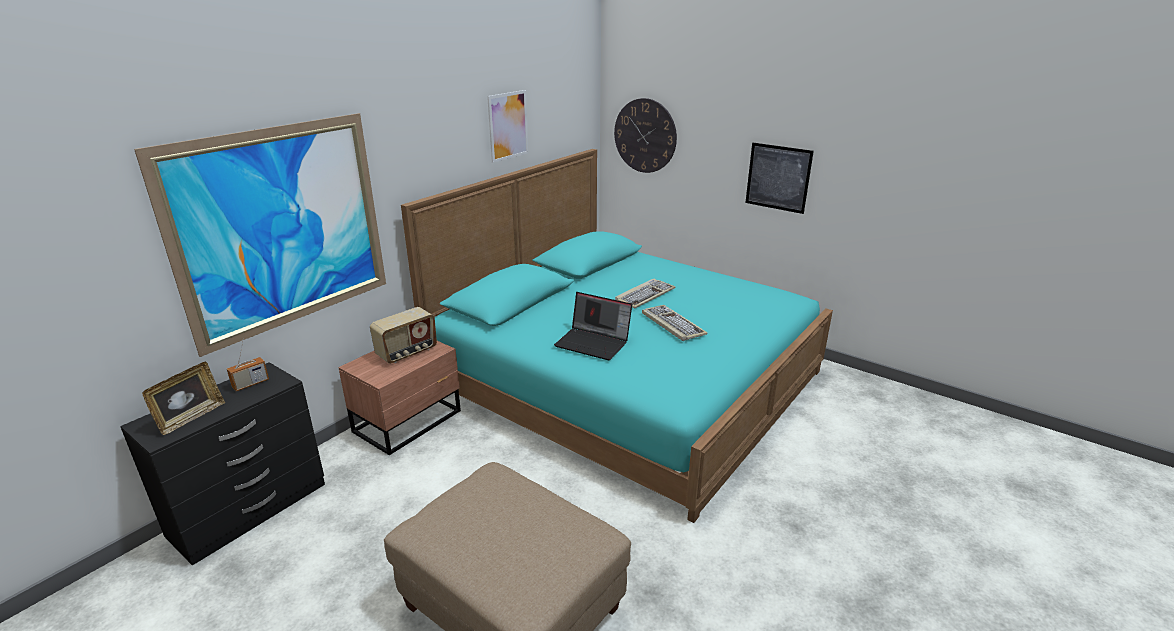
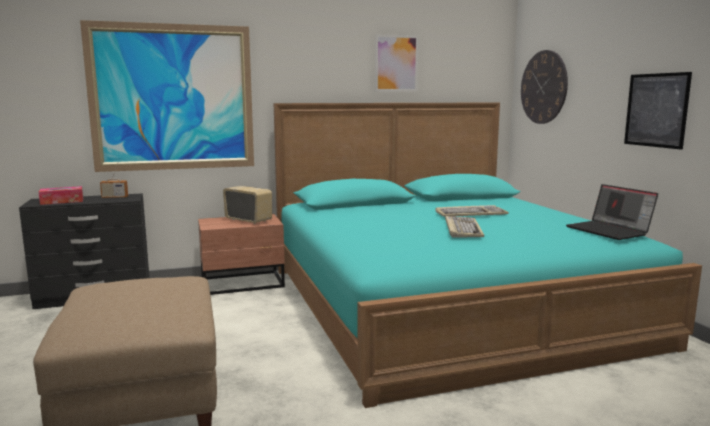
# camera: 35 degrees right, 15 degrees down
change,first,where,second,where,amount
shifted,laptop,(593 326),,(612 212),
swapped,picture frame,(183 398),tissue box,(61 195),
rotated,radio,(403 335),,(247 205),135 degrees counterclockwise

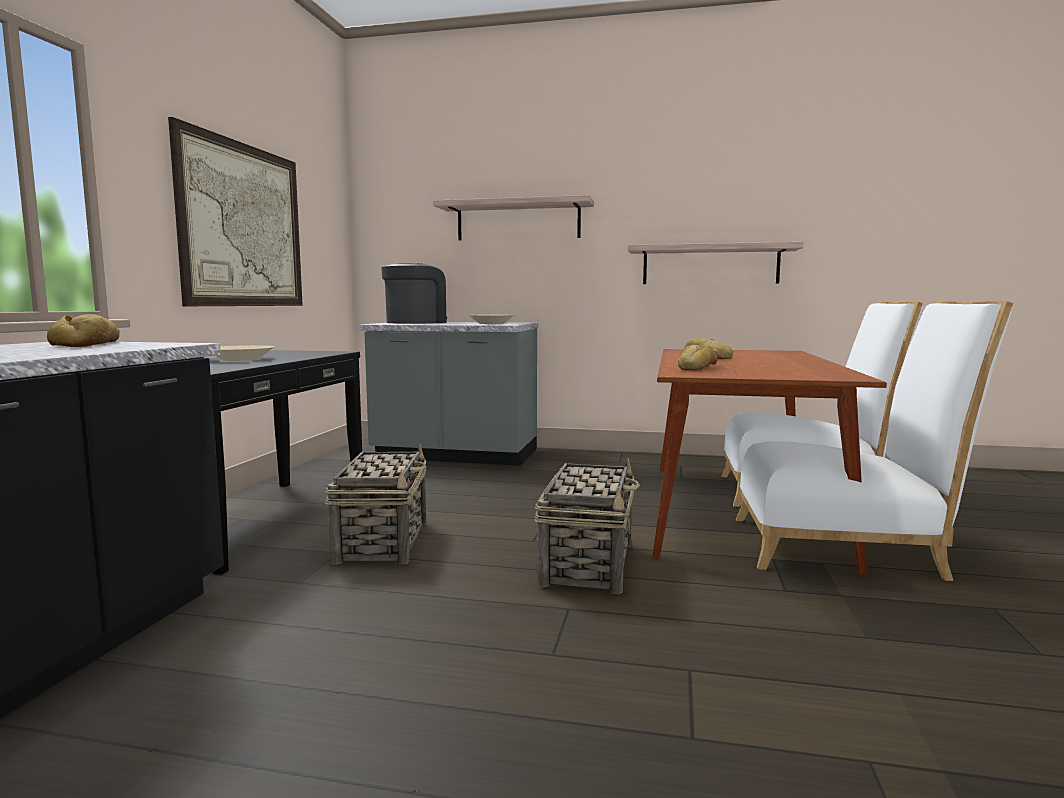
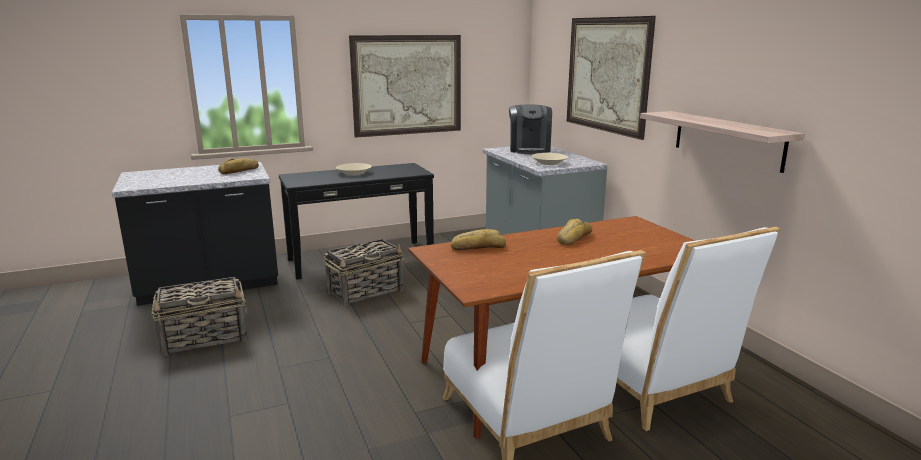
# camera: 55 degrees right, 10 degrees up
change,first,where,second,where,amount
shifted,basket,(587 526),,(200 316),
swapped,shelf,(513 217),picture,(611 78),
rotated,coffee machine,(414 293),,(530 129),90 degrees clockwise

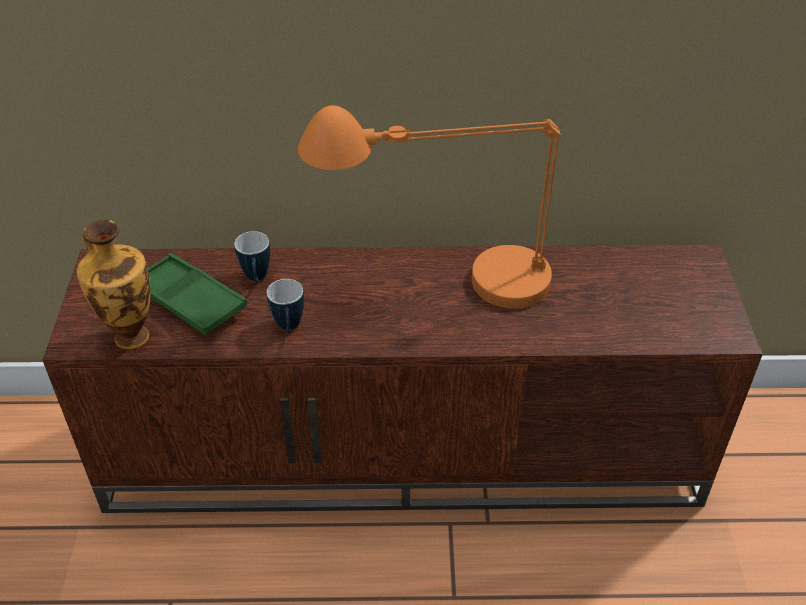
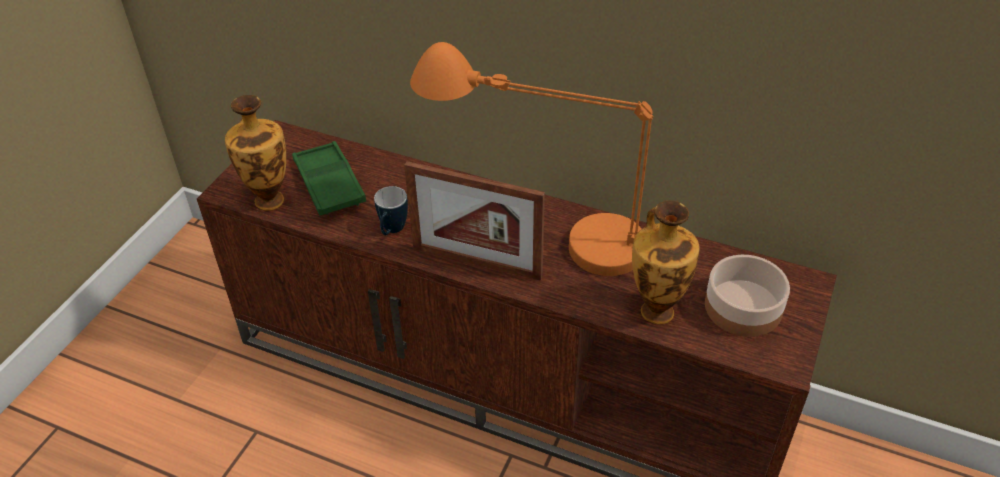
# camera: 25 degrees right, 0 degrees up
change,first,where,second,where,amount
gone,mug,(252 257),,,
new,,,picture frame,(474 221),
new,,,vase,(666 263),
new,,,bowl,(747 296),

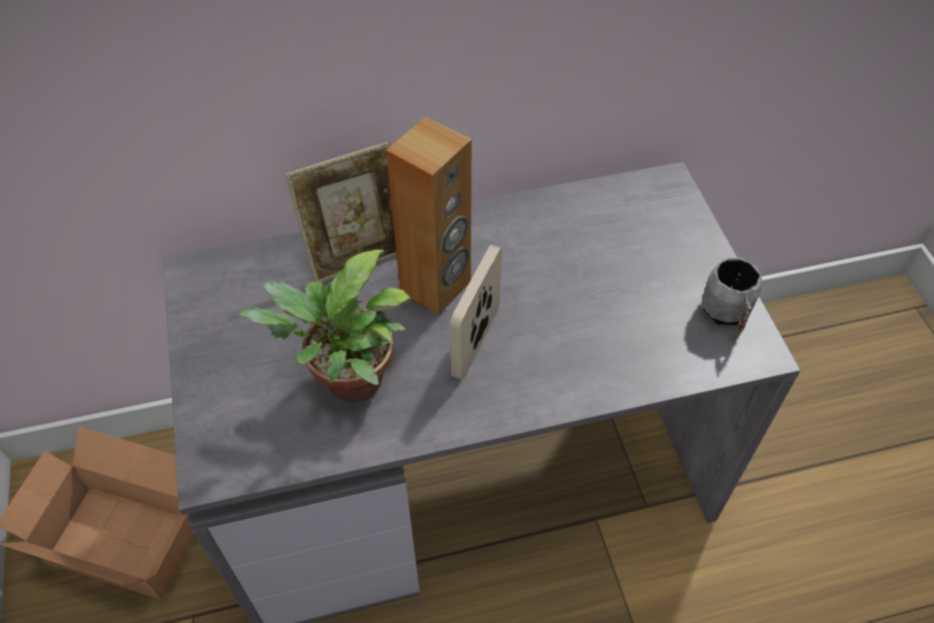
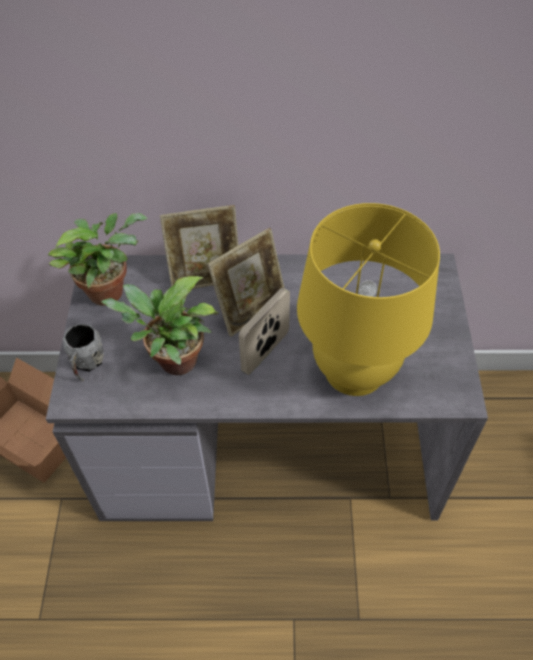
# camera: 15 degrees right, 0 degrees up
change,first,where,second,where,amount
new,,,potted plant,(98 259),
new,,,table lamp (yellow),(368 299),
shifted,mug (grey),(732 298),,(83 352),
swapped,speaker (brown),(429 216),picture frame,(245 282),

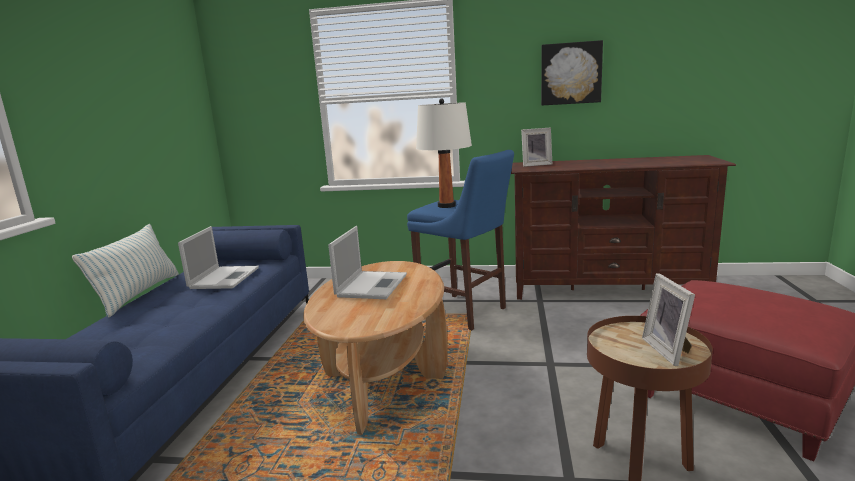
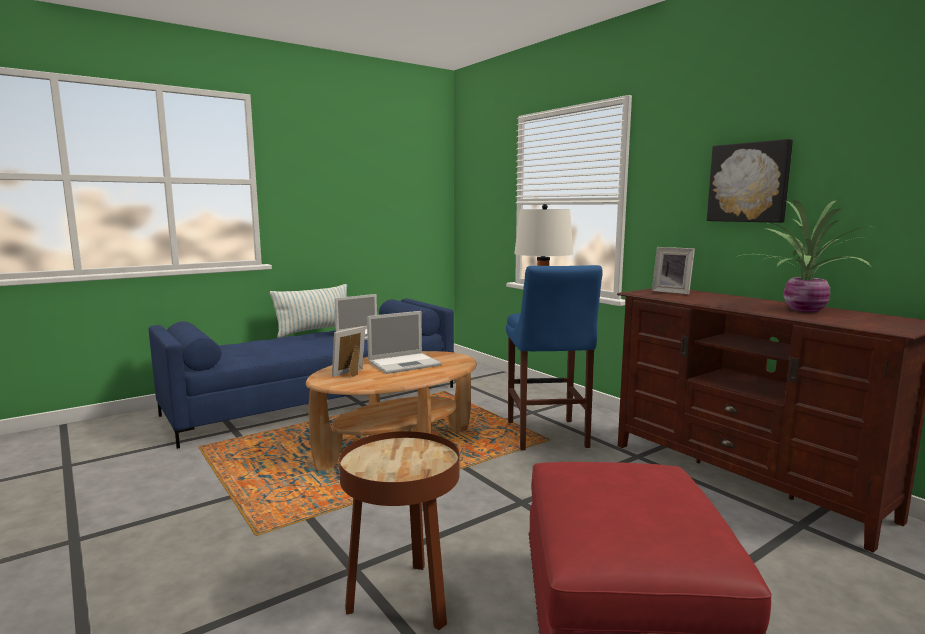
# camera: 45 degrees right, 5 degrees down
change,first,where,second,where,amount
new,,,potted plant,(805 256),
shifted,picture frame,(668 319),,(348 351),

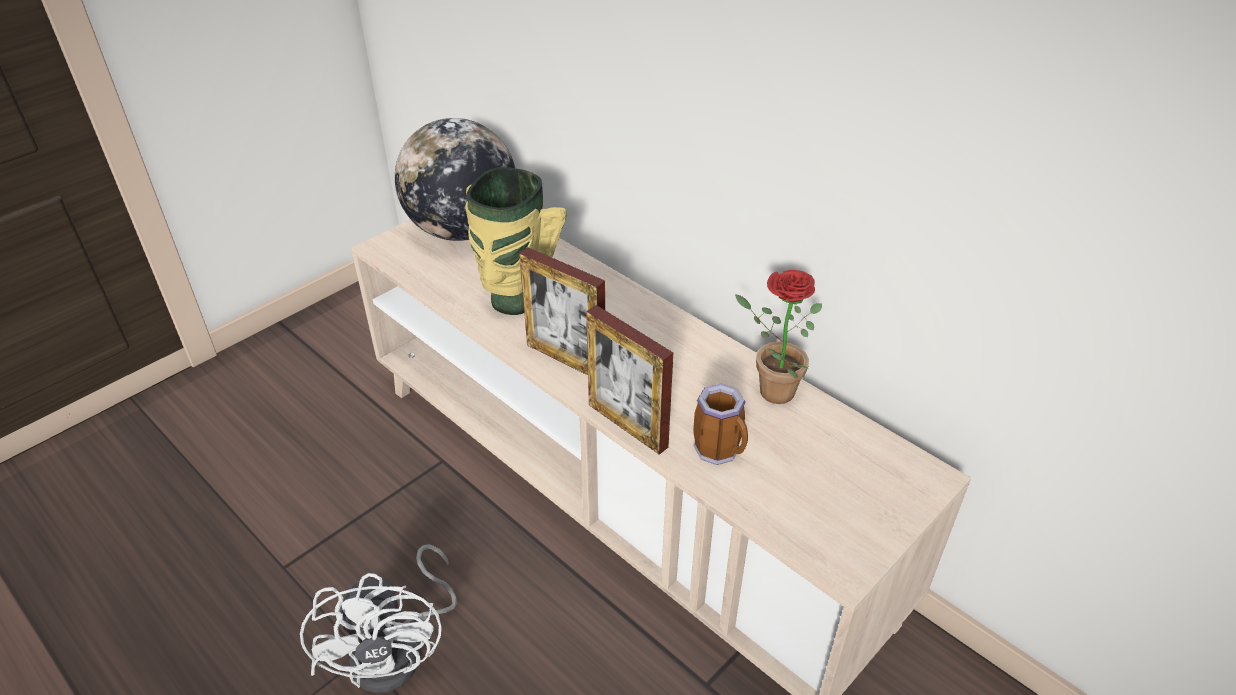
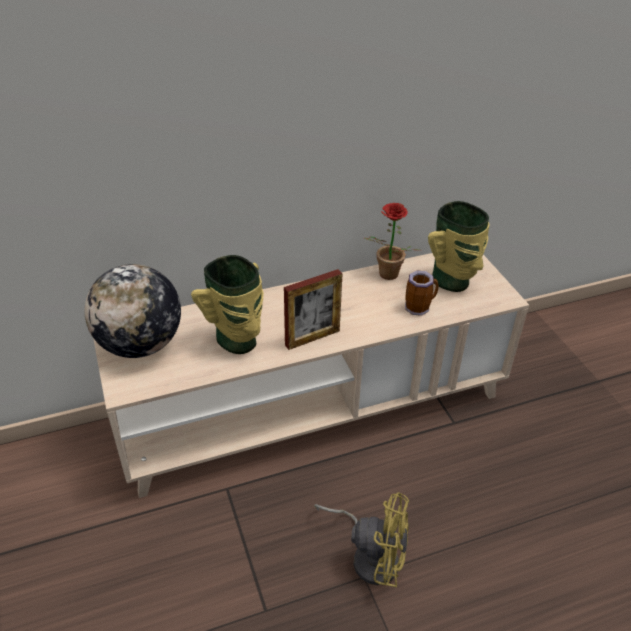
# camera: 65 degrees left, 0 degrees up
change,first,where,second,where,amount
gone,picture frame,(629 380),,,
new,,,vase,(458 246),
repainted,fan (white),(378 618),fan (yellow),(361 539),

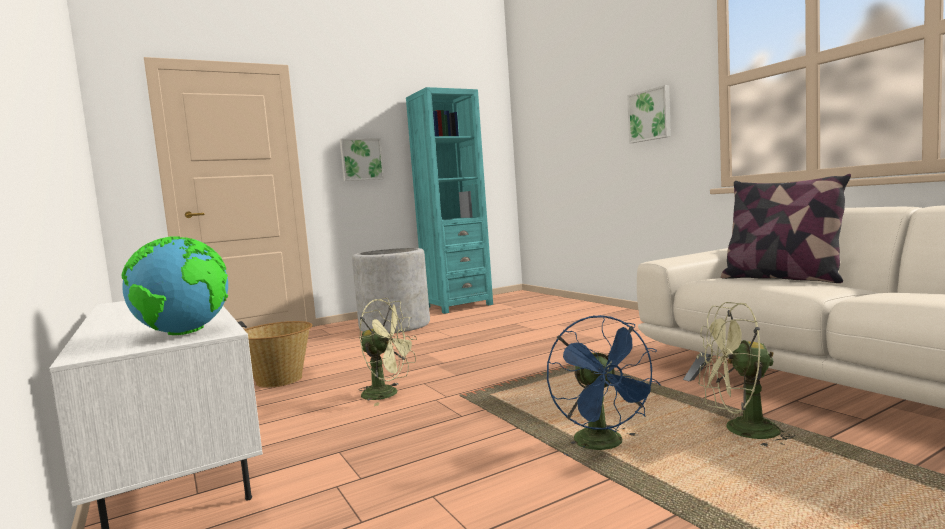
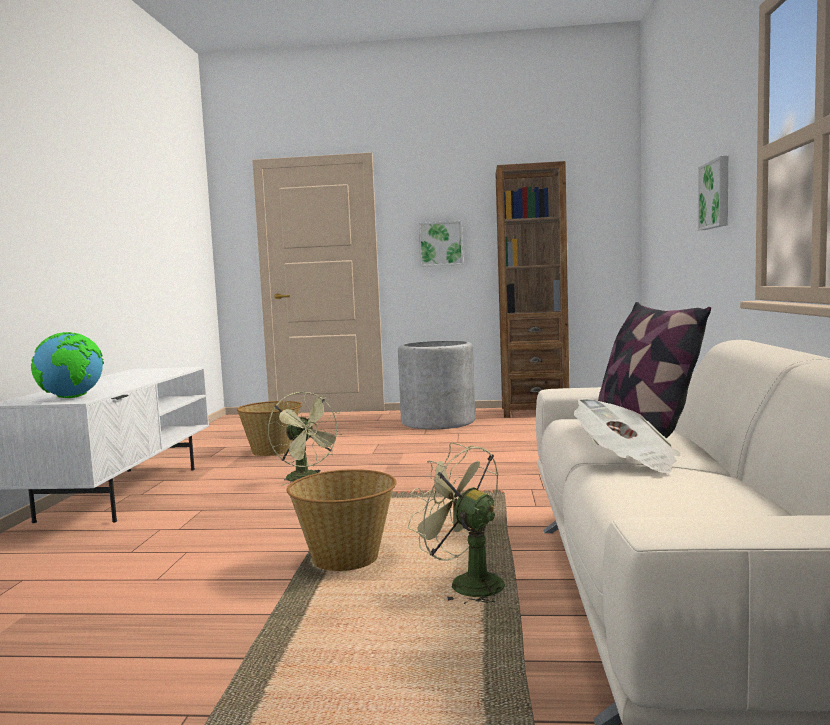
# camera: 35 degrees right, 0 degrees up
change,first,where,second,where,amount
new,,,newspaper,(627 436),
swapped,fan (blue),(604 385),basket,(342 520),
repainted,bookcase (turquoise),(449 200),bookcase (brown),(532 289),

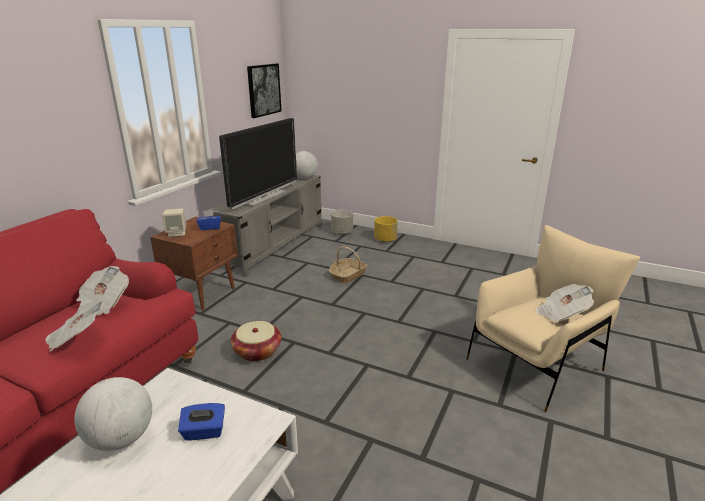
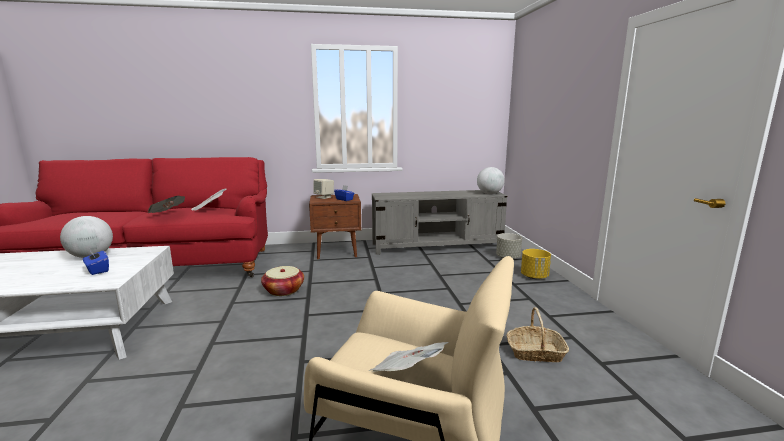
# camera: 55 degrees right, 10 degrees down
change,first,where,second,where,amount
gone,television,(258 163),,,
gone,picture,(264 91),,,
shifted,basket,(348 264),,(537 334),

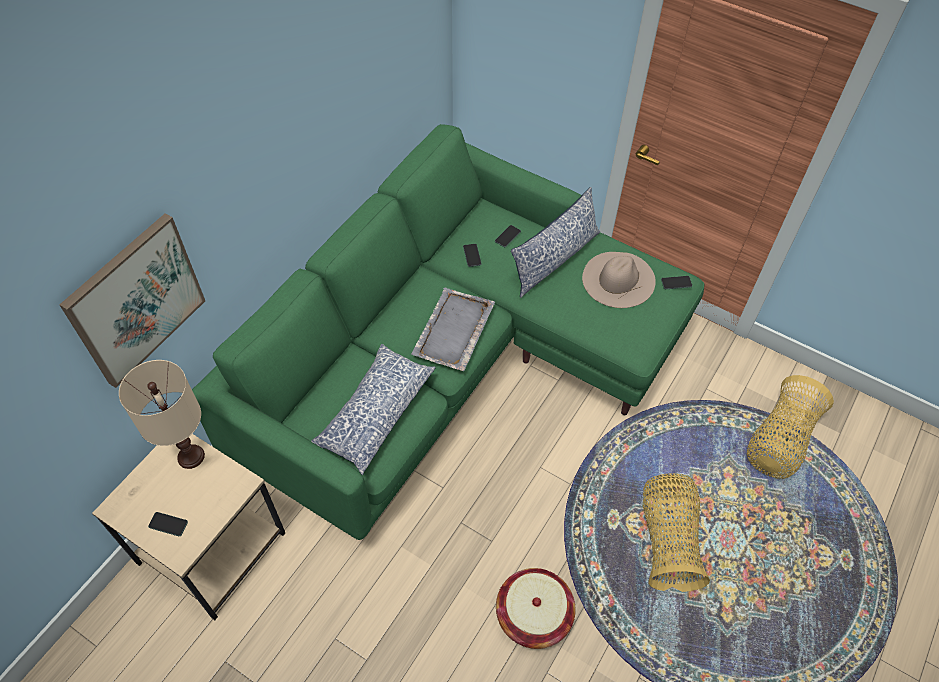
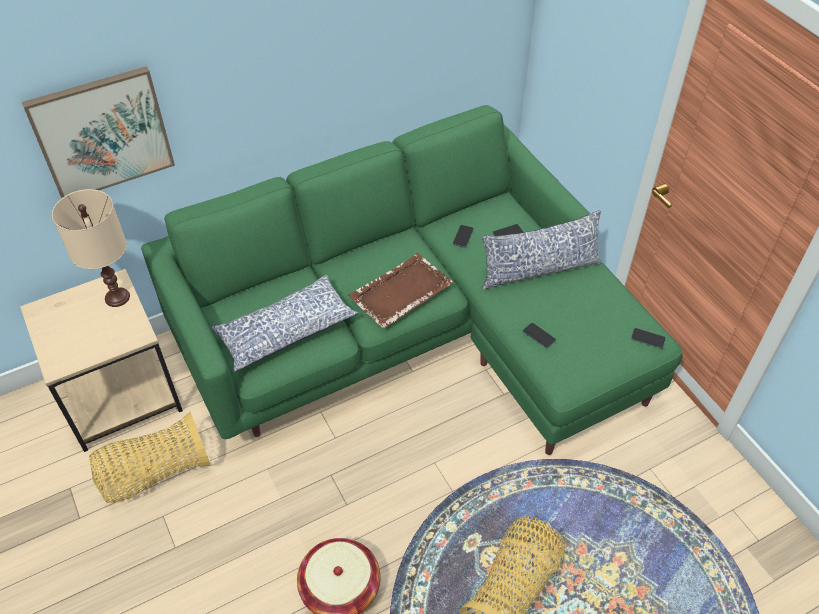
# camera: 30 degrees right, 5 degrees down
change,first,where,second,where,amount
gone,hat (beige),(619 280),,,
shifted,phone,(168 524),,(539 335),
shifted,basket,(790 427),,(150 457),
repainted,tray (grey),(453 329),tray (brown),(401 290),

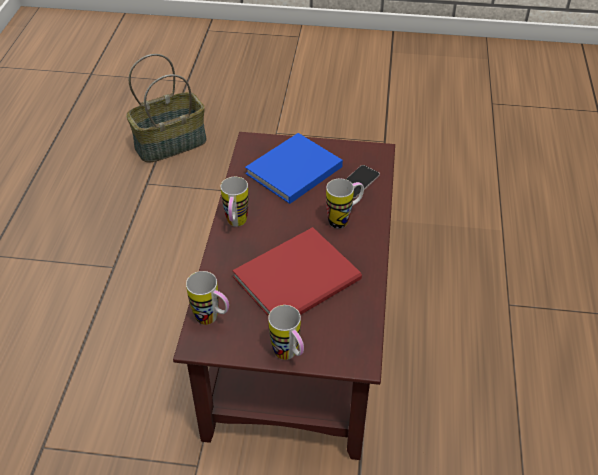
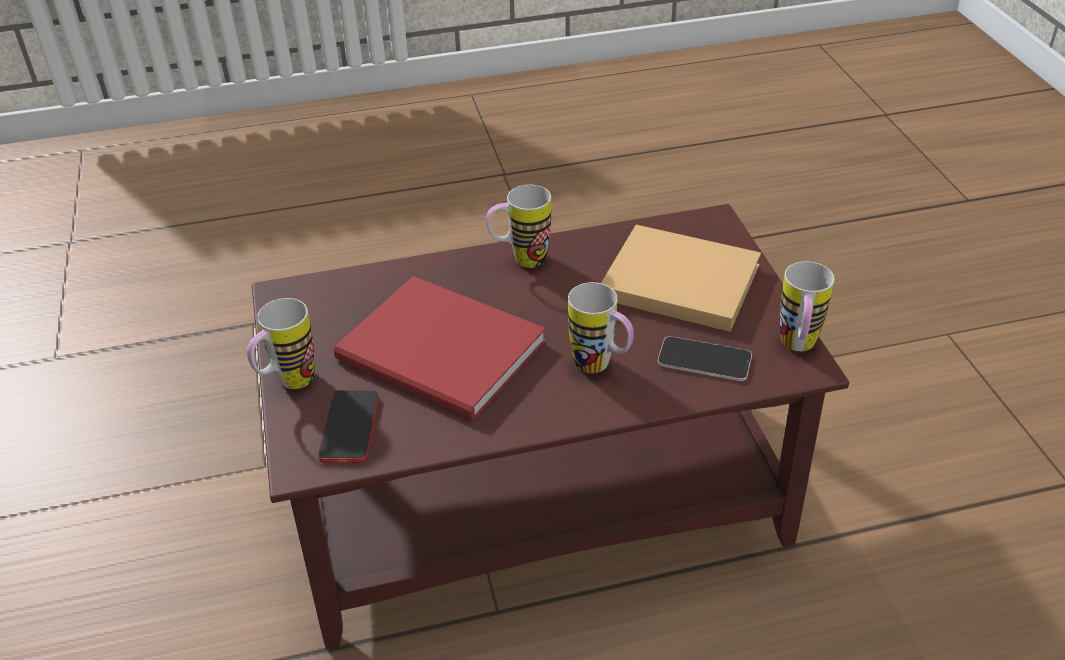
# camera: 70 degrees right, 5 degrees down
change,first,where,second,where,amount
gone,basket,(166 108),,,
new,,,phone,(349 426),
shifted,mug,(207 298),,(807 306),
repainted,book (blue),(294 168),book (beige),(681 278),

